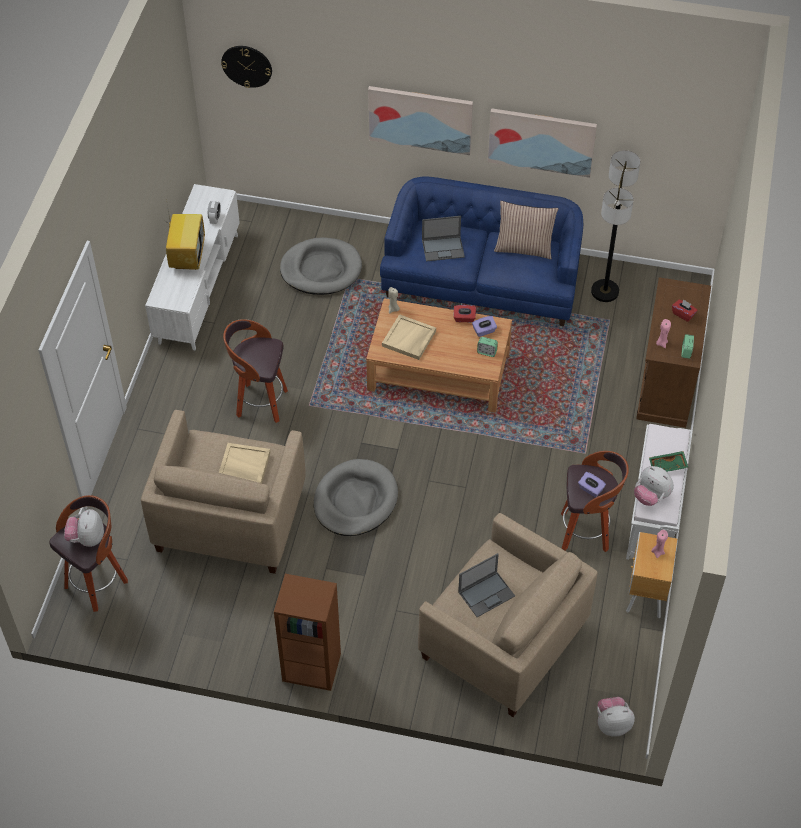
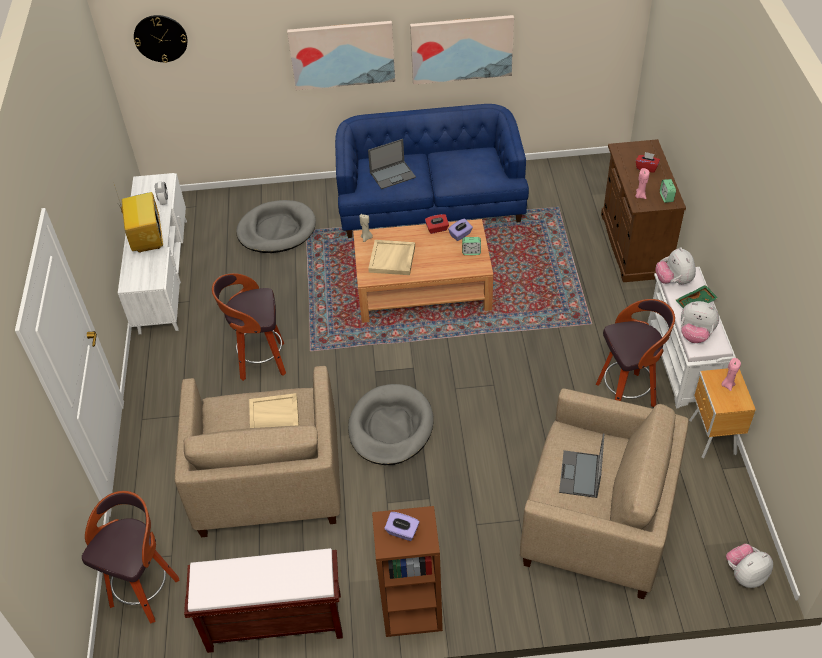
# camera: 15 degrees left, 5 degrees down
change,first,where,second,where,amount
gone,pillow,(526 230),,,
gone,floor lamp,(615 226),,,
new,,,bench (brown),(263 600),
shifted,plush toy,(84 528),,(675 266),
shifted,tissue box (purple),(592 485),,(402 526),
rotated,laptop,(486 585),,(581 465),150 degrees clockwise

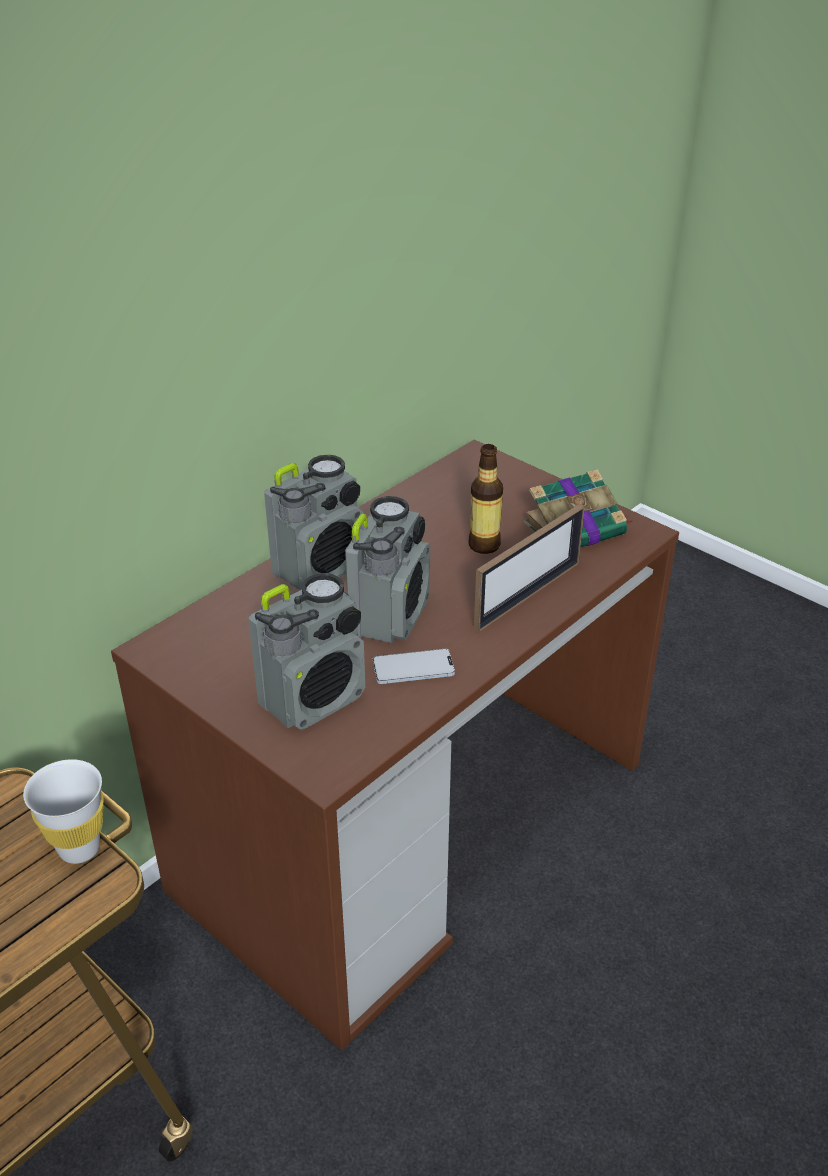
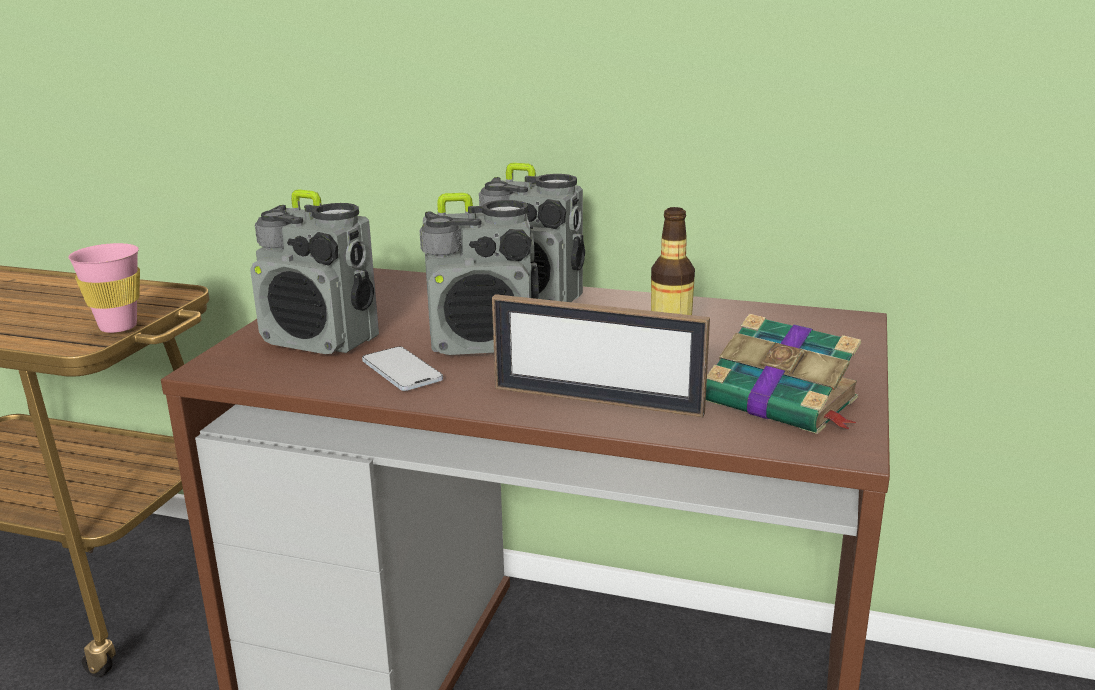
# camera: 65 degrees right, 15 degrees down
change,first,where,second,where,amount
repainted,cup (white),(63 811),cup (pink),(104 288),

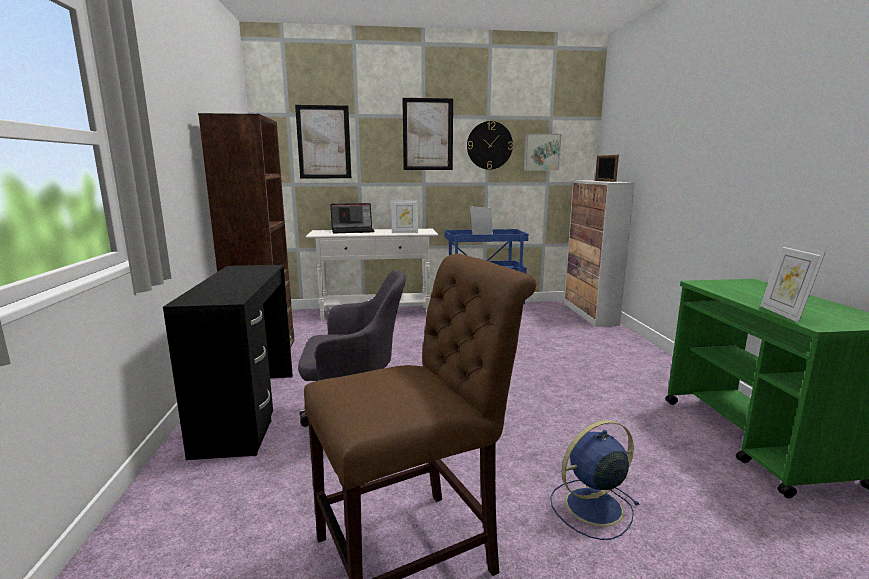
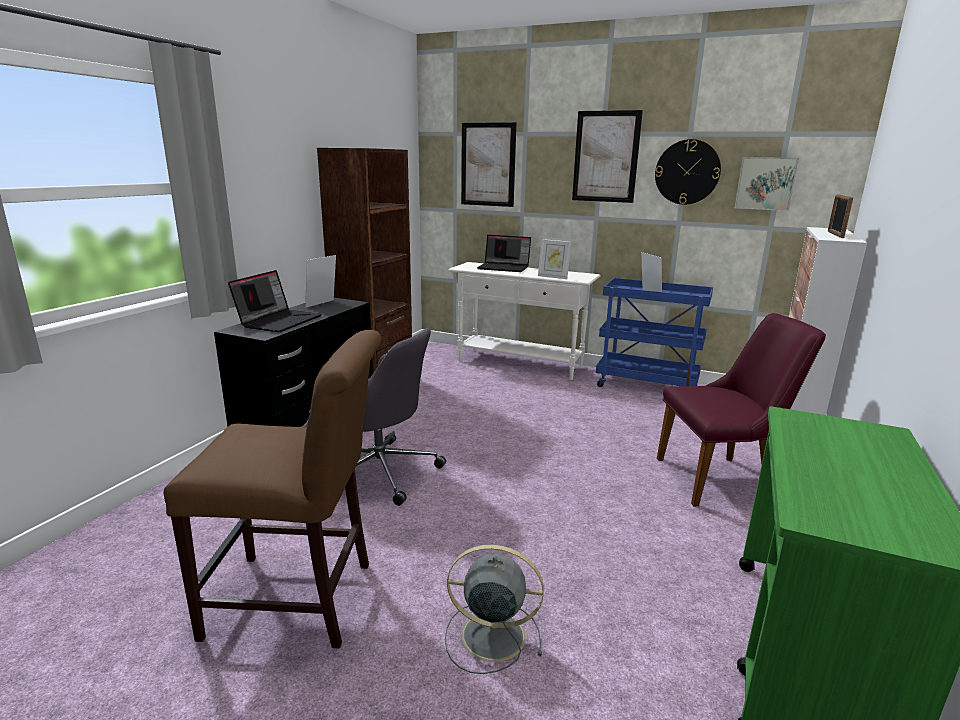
# camera: 30 degrees right, 5 degrees up
change,first,where,second,where,amount
new,,,laptop,(275 301),
new,,,chair (purple),(741 409),
shifted,picture frame,(793 282),,(320 281),
repainted,fan (blue),(595 480),fan (grey),(494 609),

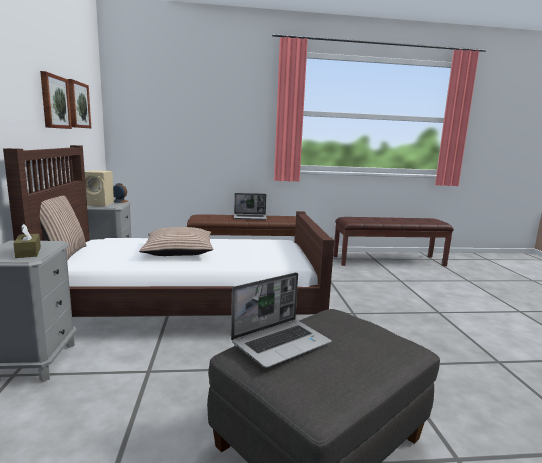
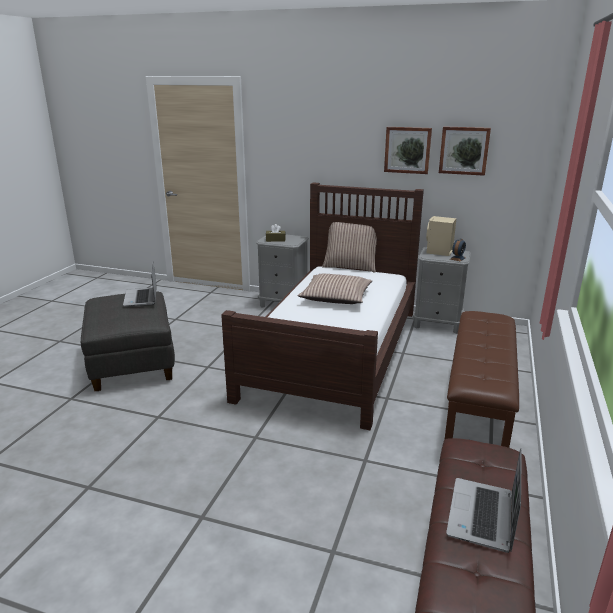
# camera: 115 degrees right, 10 degrees up
change,first,where,second,where,amount
shifted,laptop,(250 206),,(484 500),

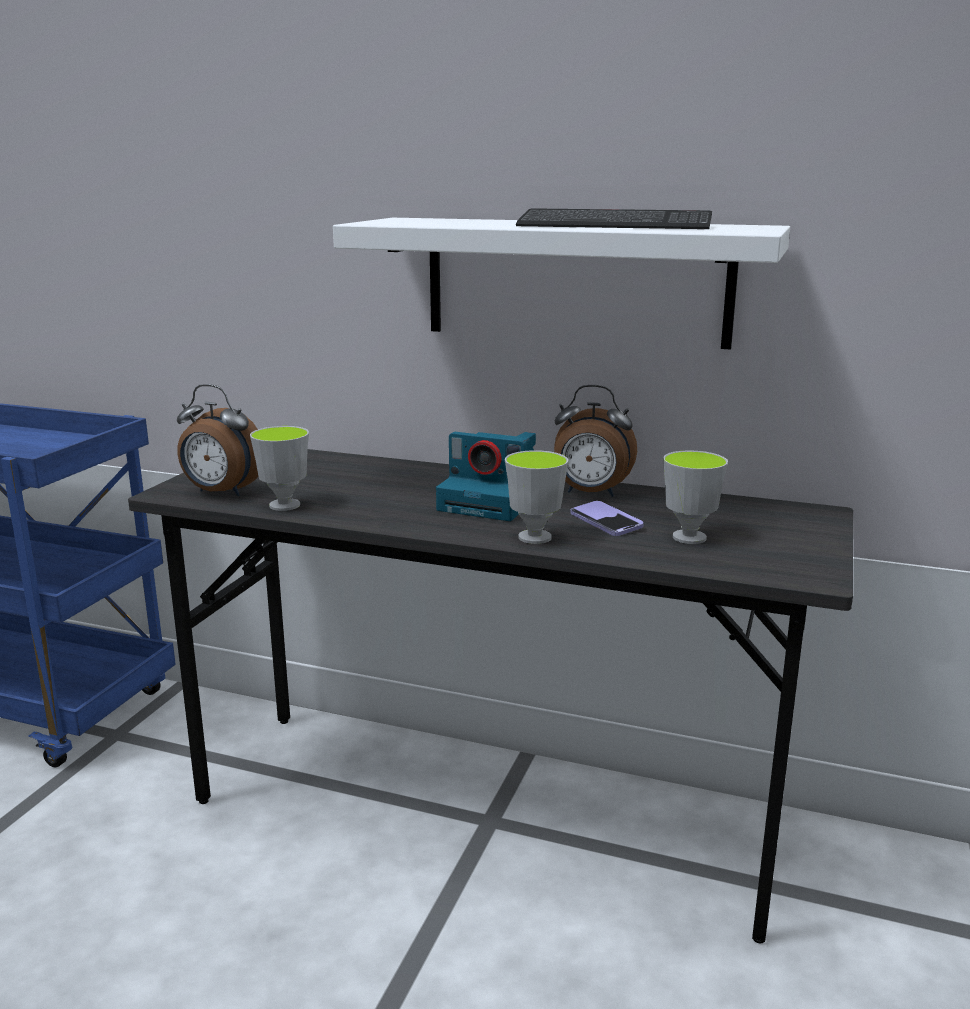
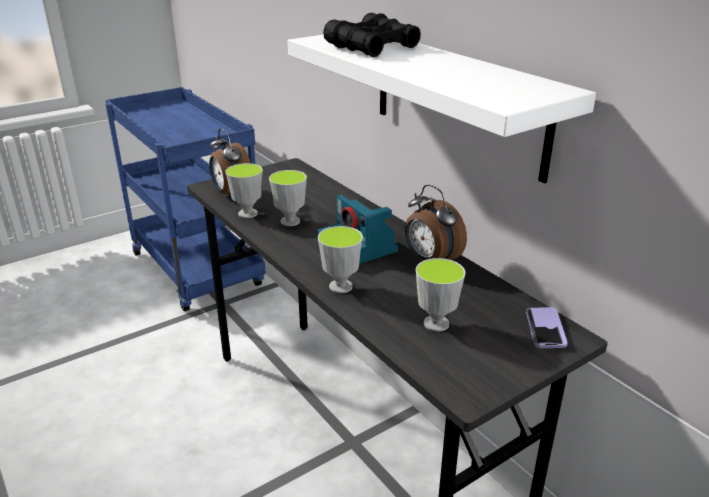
# camera: 35 degrees right, 10 degrees up
change,first,where,second,where,amount
gone,keyboard,(614 218),,,
new,,,cup,(288 198),
new,,,binoculars (black),(372 35),
shifted,phone,(607 518),,(547 327),

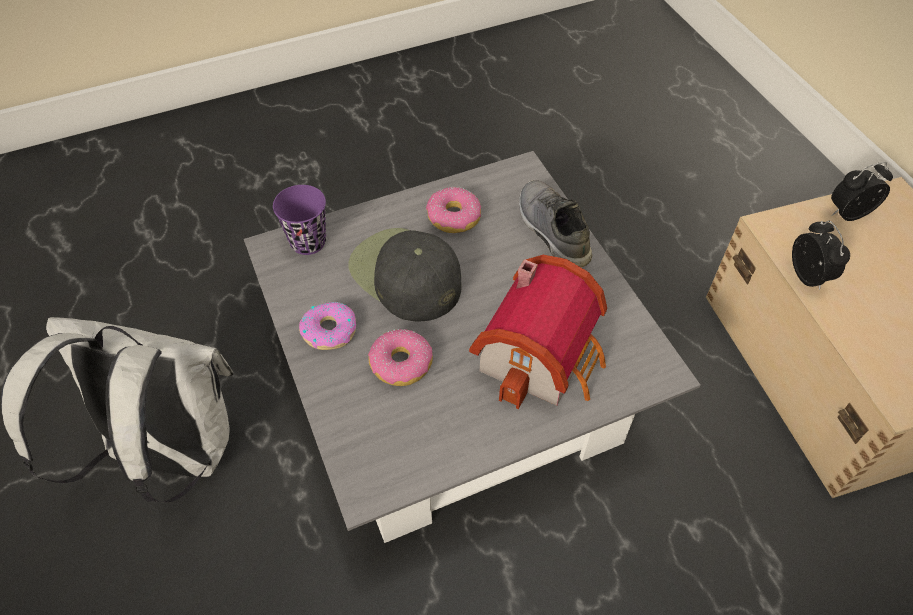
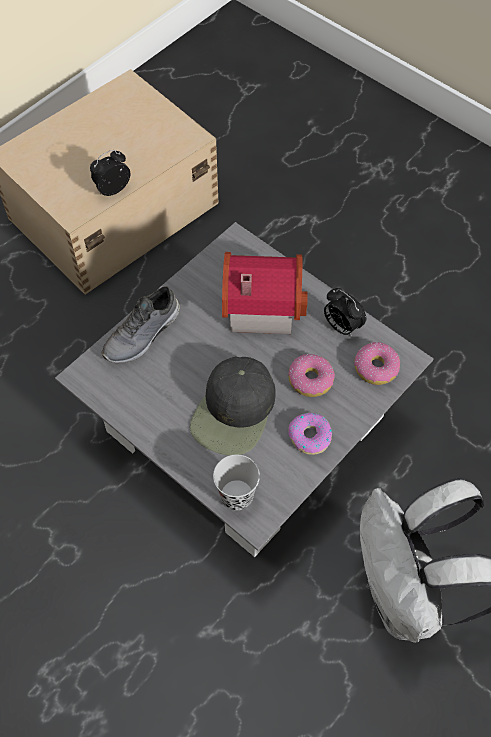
# camera: 115 degrees left, 5 degrees up
change,first,where,second,where,amount
shifted,donut,(453 210),,(377 363),
shifted,alarm clock,(862 191),,(345 312),
repainted,cup (purple),(299 220),cup (black),(236 482),

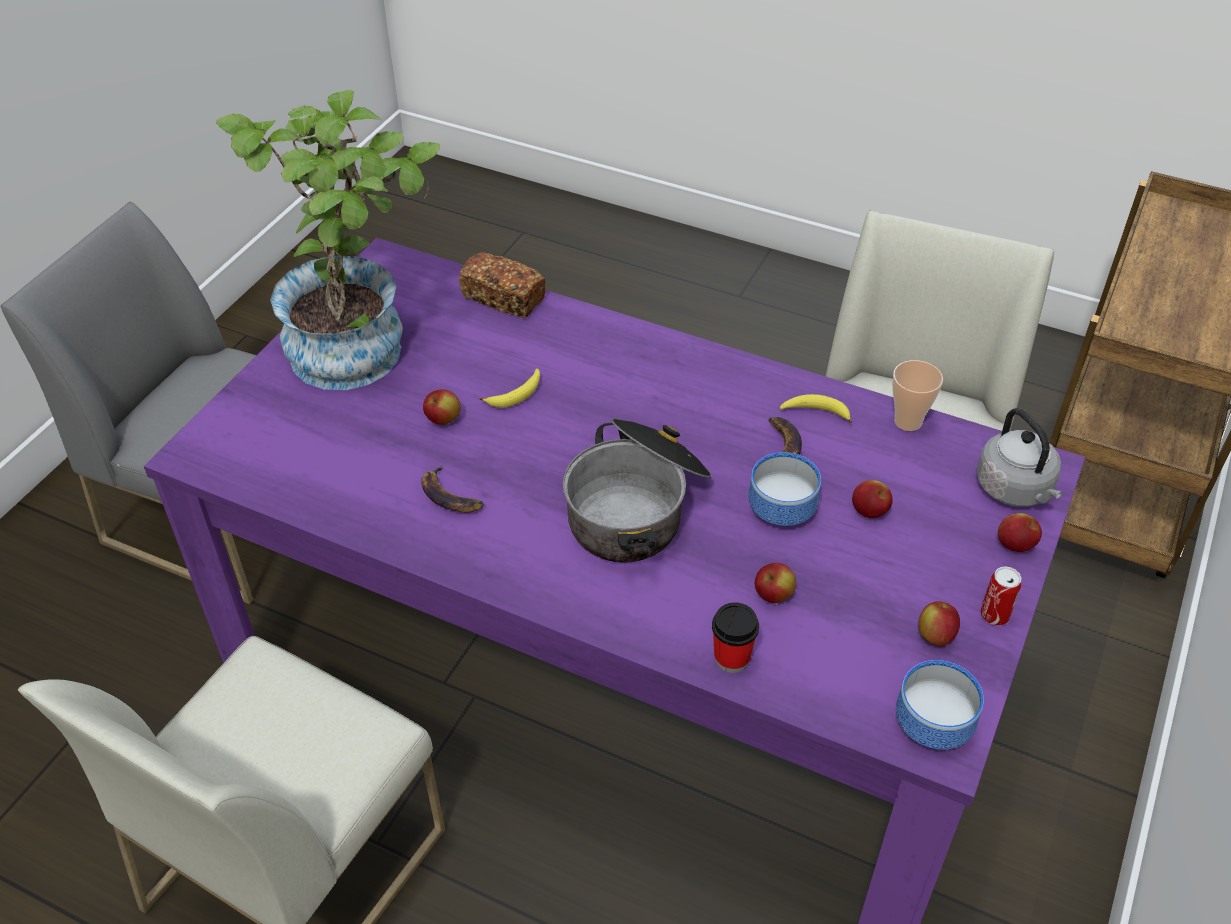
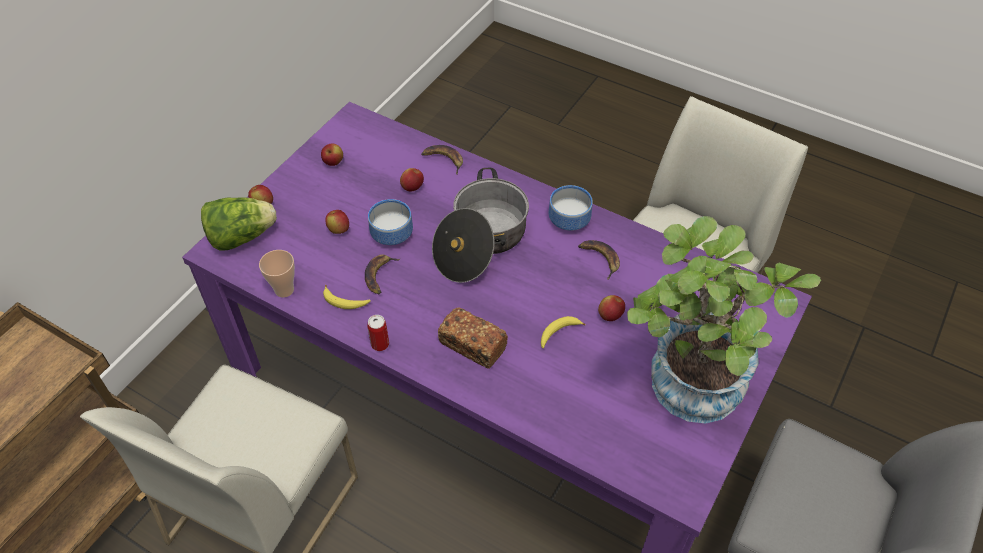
# camera: 175 degrees left, 5 degrees up
change,first,where,second,where,amount
shifted,bread,(502 285),,(473 338),
shifted,bowl,(940 705),,(571 208),
shifted,can,(1001 596),,(378 333),
swapped,cup,(735 637),banana,(442 160),
swapped,kettle (grey),(1019 457),lettuce,(239 223),

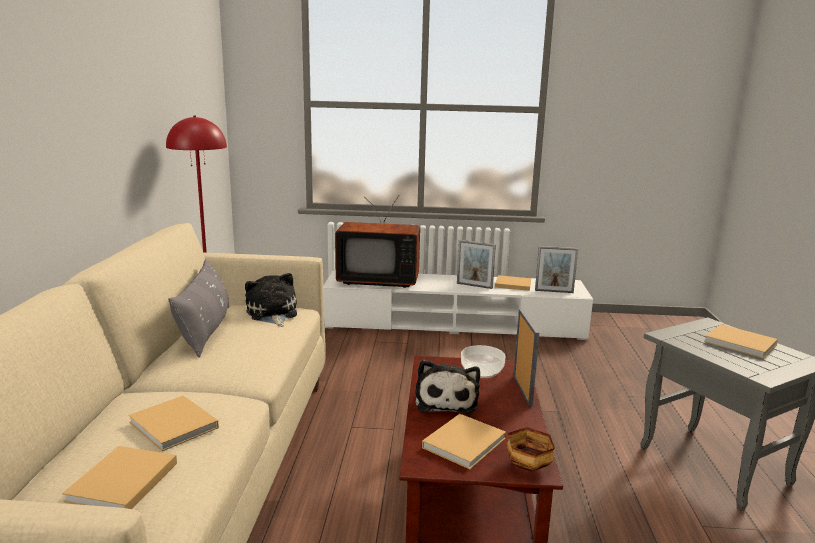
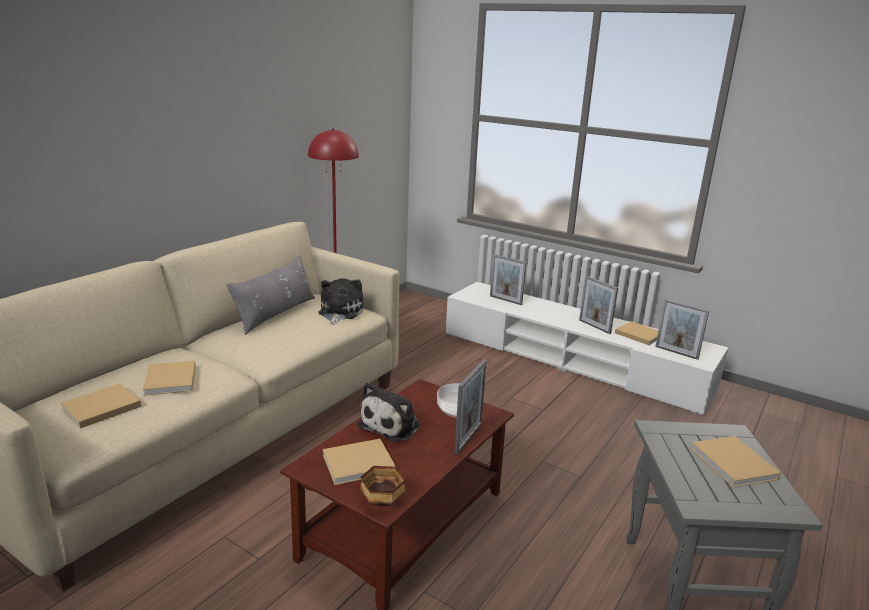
# camera: 30 degrees right, 5 degrees up
change,first,where,second,where,amount
swapped,television,(377 242),picture frame,(508 279),

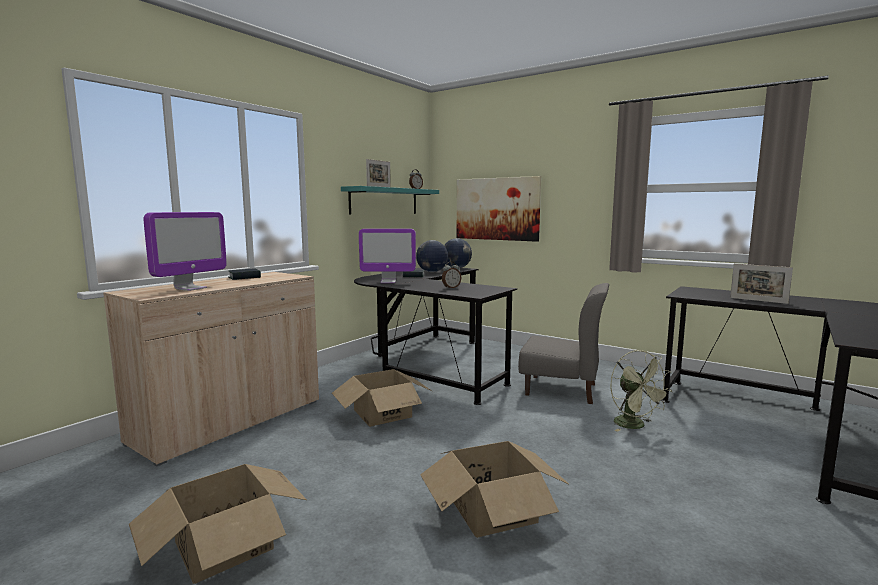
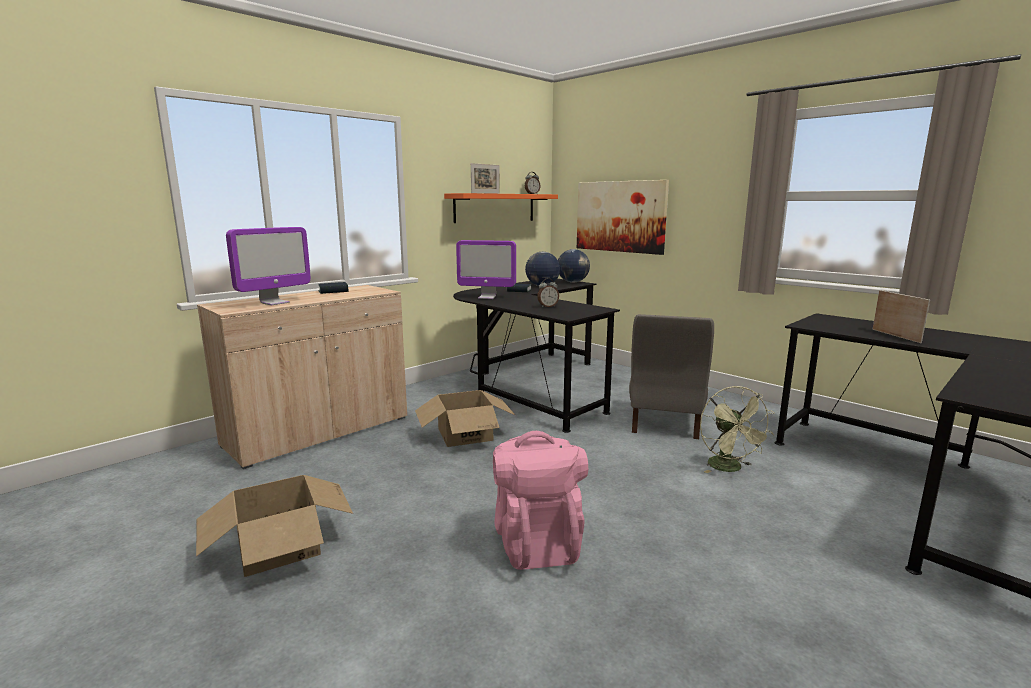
# camera: 10 degrees right, 5 degrees up
change,first,where,second,where,amount
swapped,cardboard box,(494 489),backpack (pink),(540 500),
repainted,shelf (turquoise),(390 200),shelf (orange),(501 208),
rotated,chair (grey),(563 343),,(671 376),75 degrees clockwise
rotated,picture frame,(761 284),,(901 316),150 degrees counterclockwise

